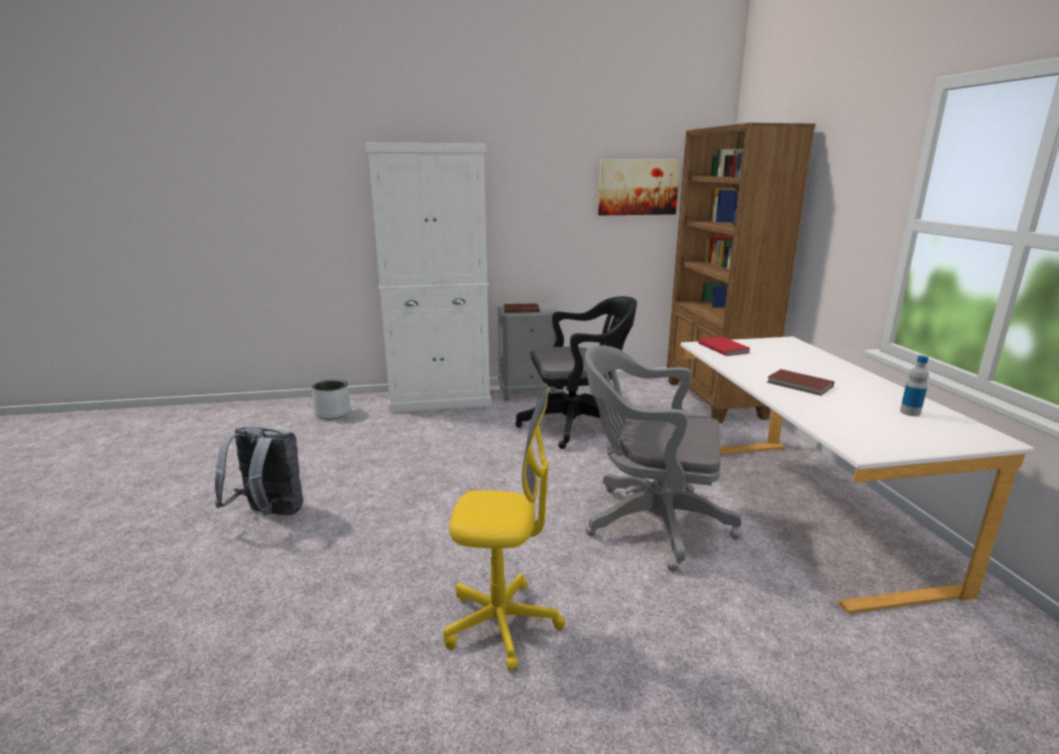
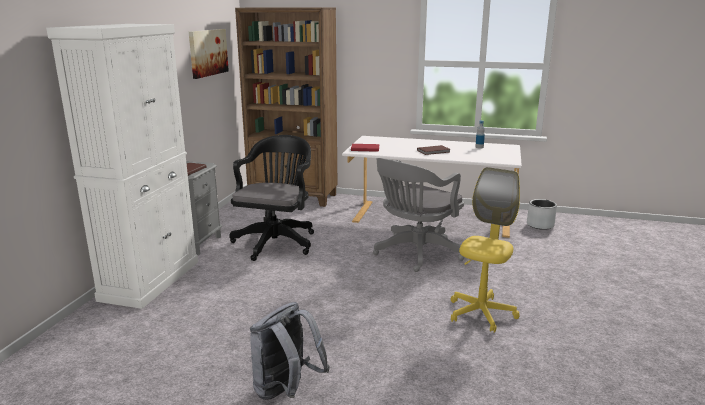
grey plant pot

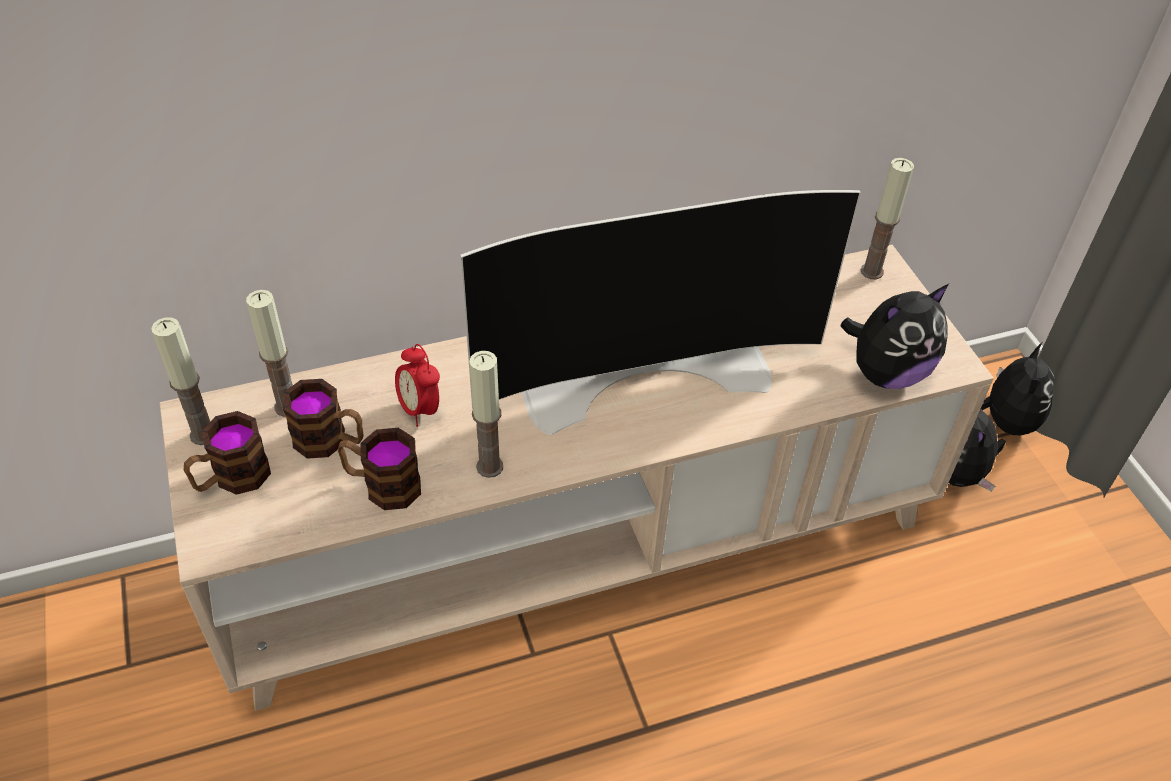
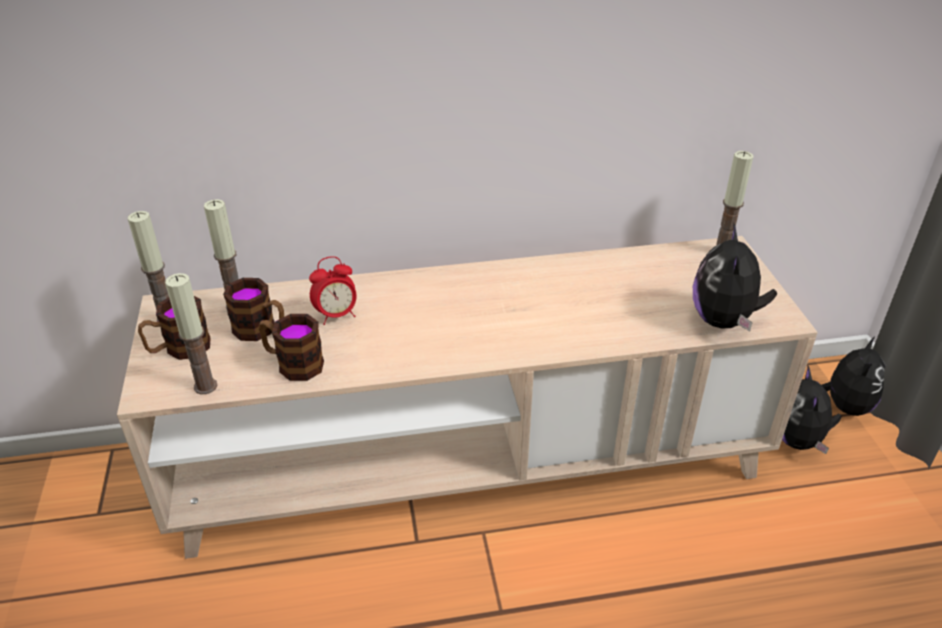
TV; soft toy (1st from left); table clock; wax candle (2nd from left)

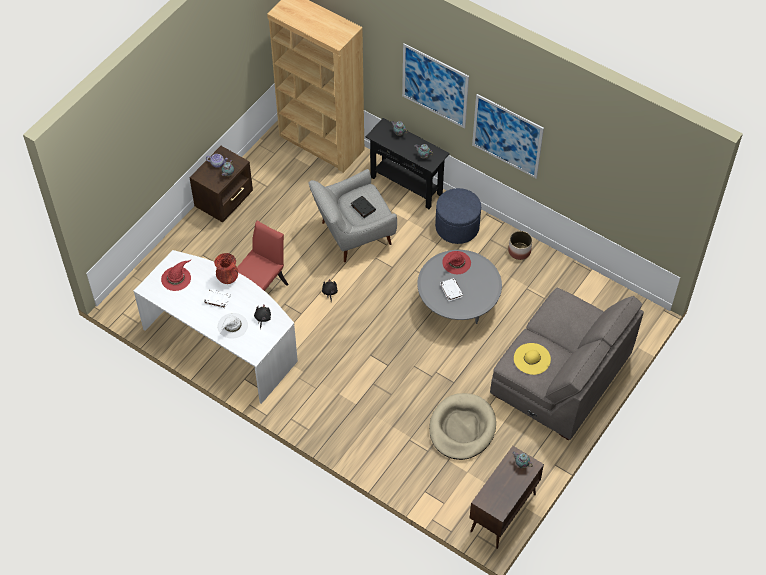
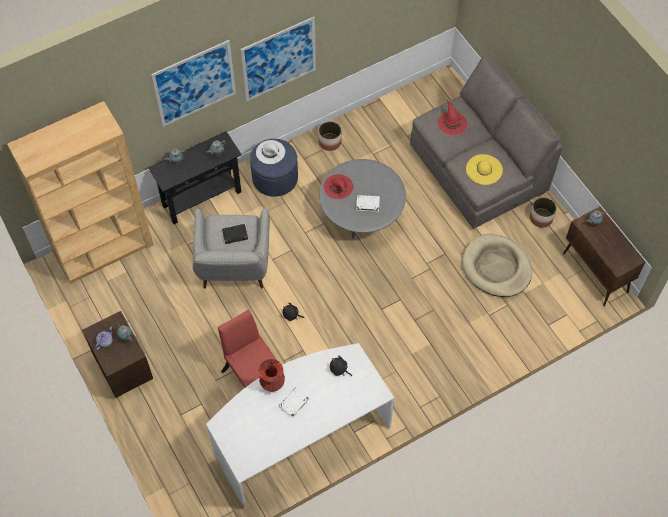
red wearable hat (2nd from left); whitish wearable hat; plant pot (2nd from left)

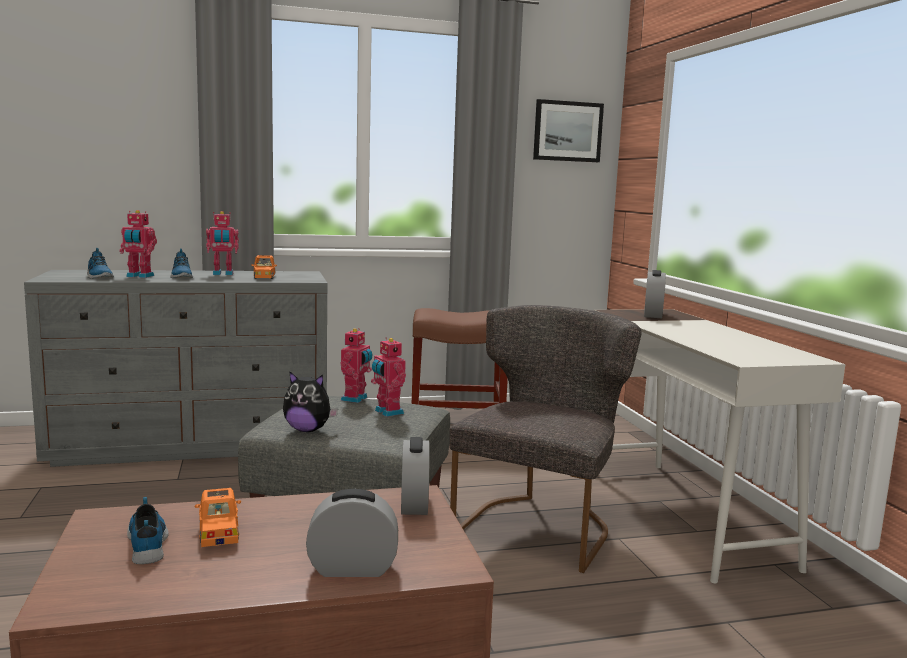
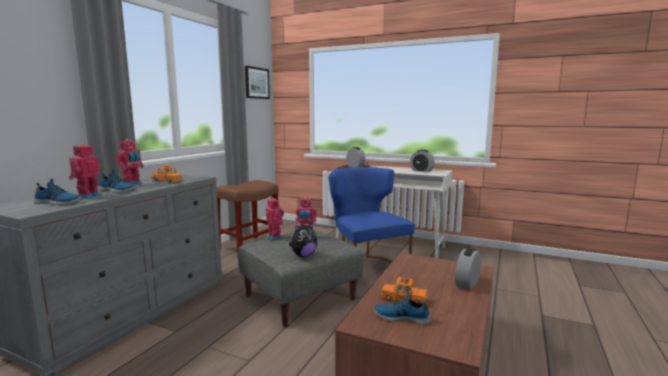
robot figure (1st from left); bluish chair; table clock (2nd from left)

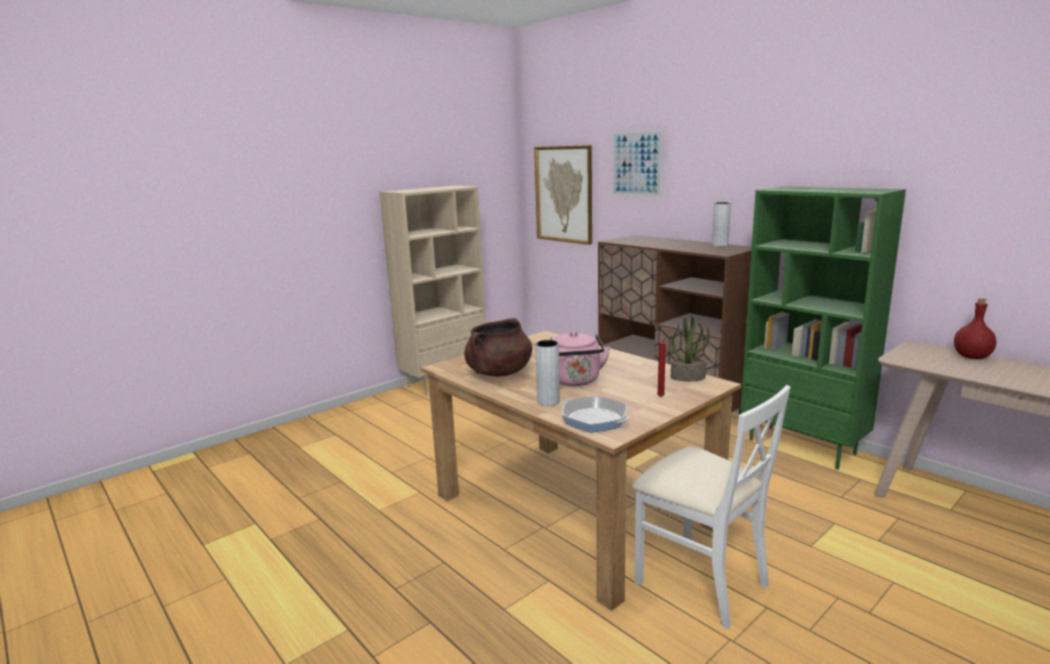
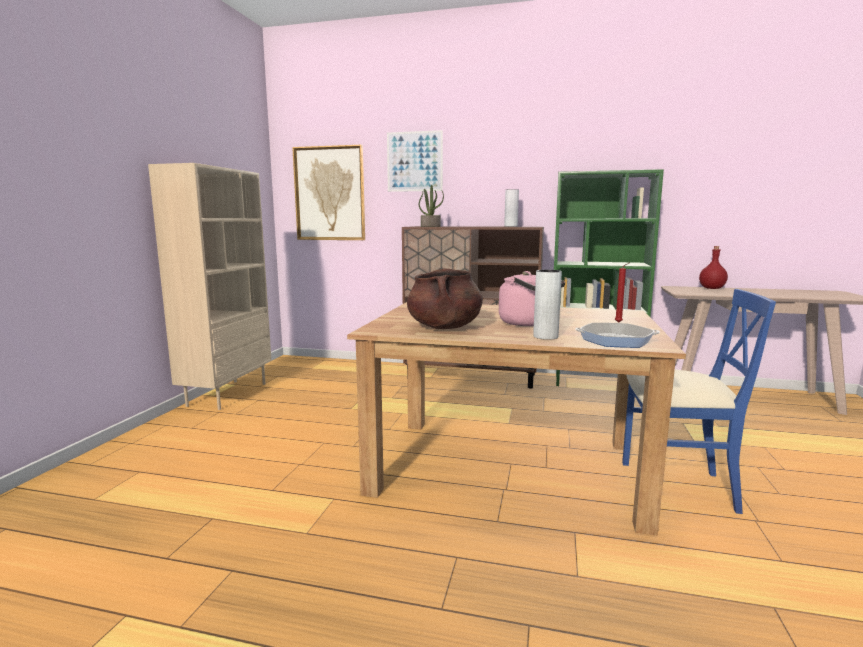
houseplant; bluish chair

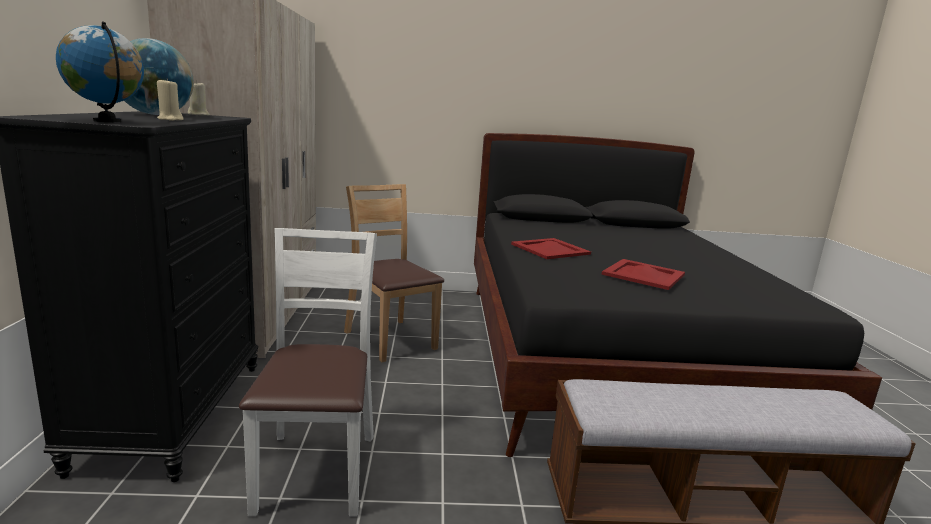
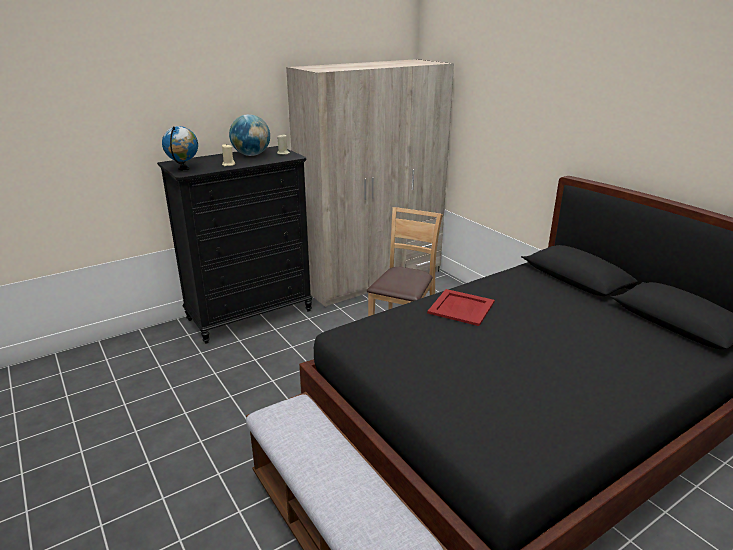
whitish chair; red carrying tray (2nd from left in the first image)

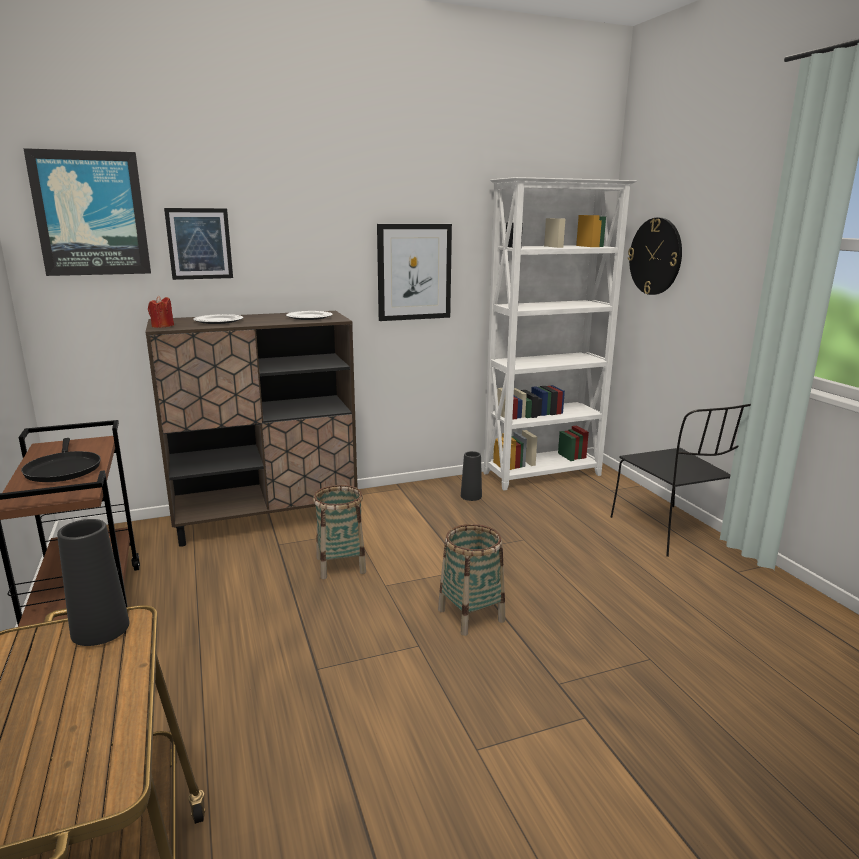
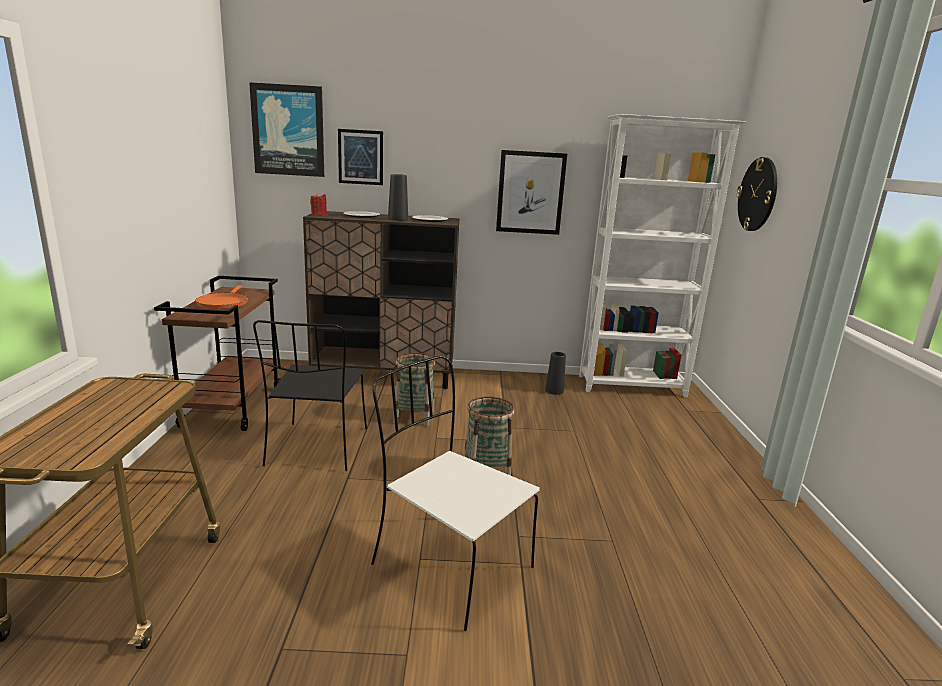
black-coloured chair; orangey skillet; black-coloured vase (1st from left); whitish chair

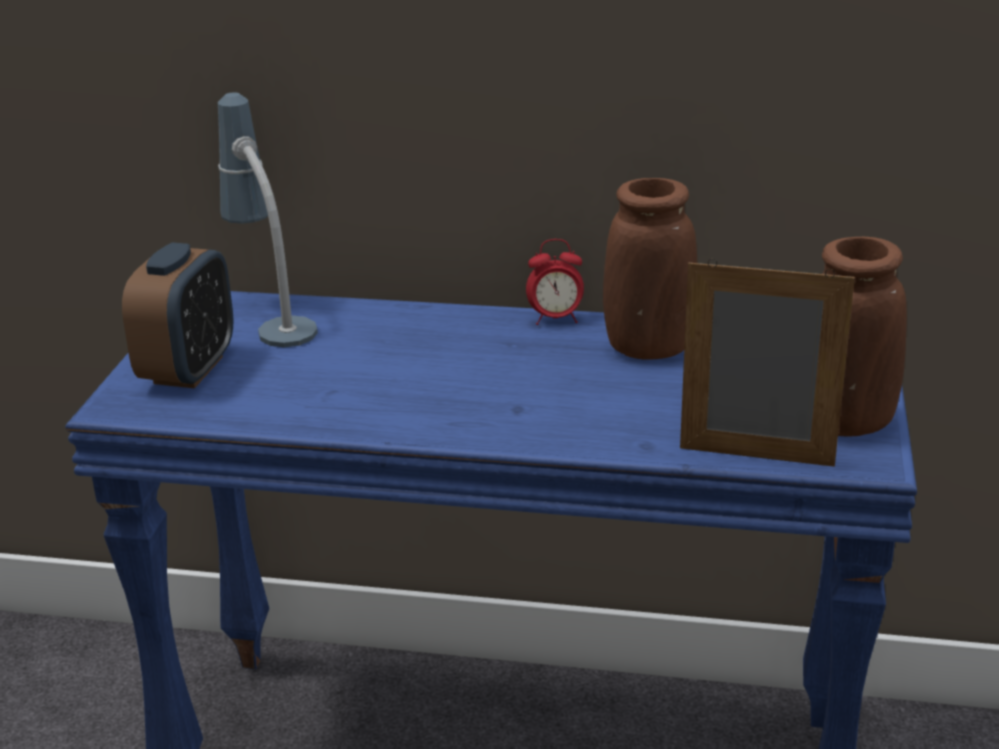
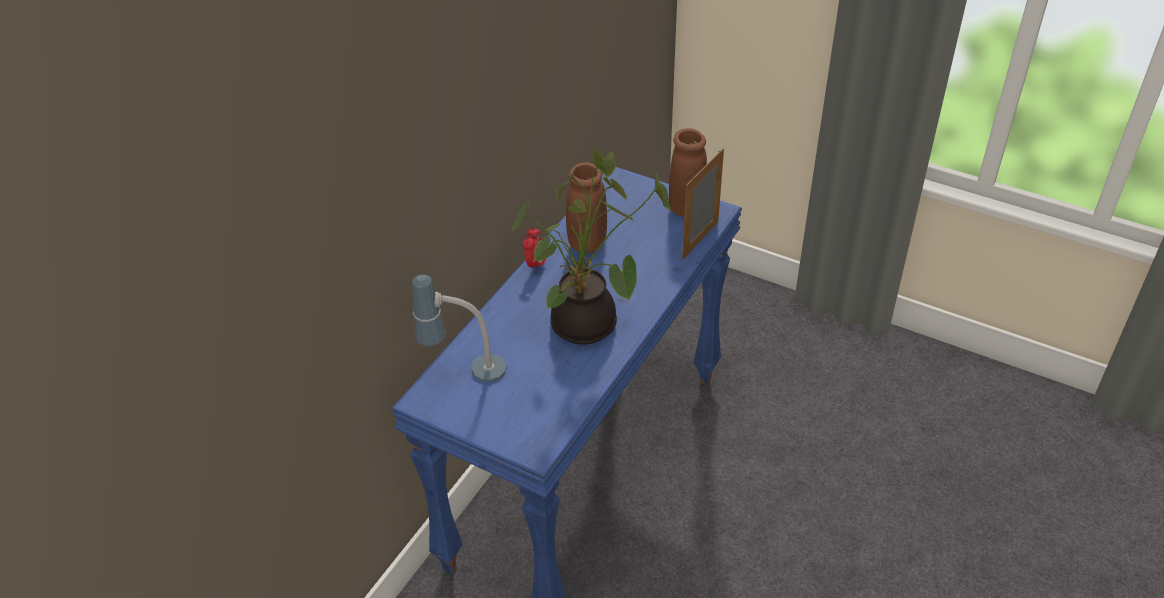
table clock (1st from left in the first image); houseplant

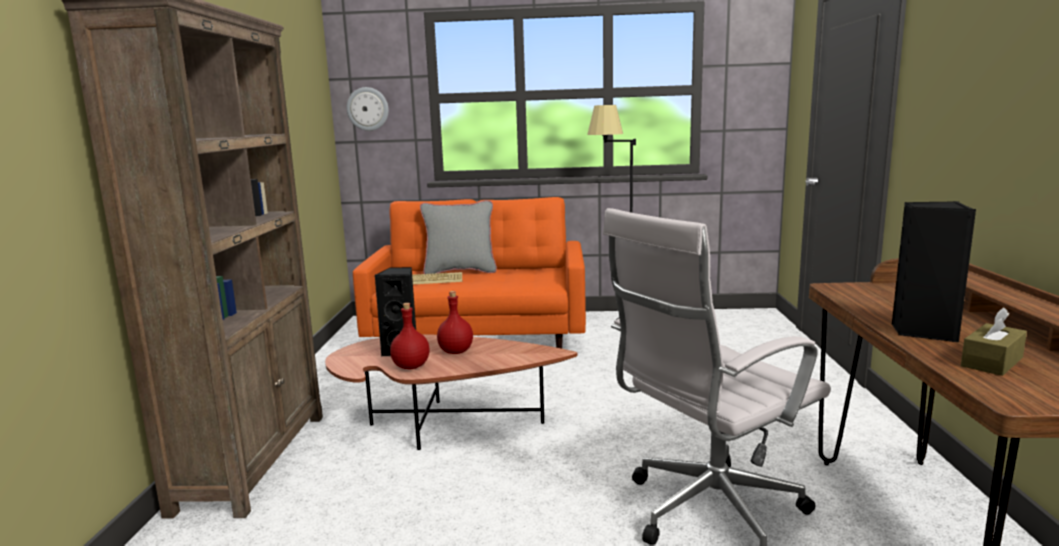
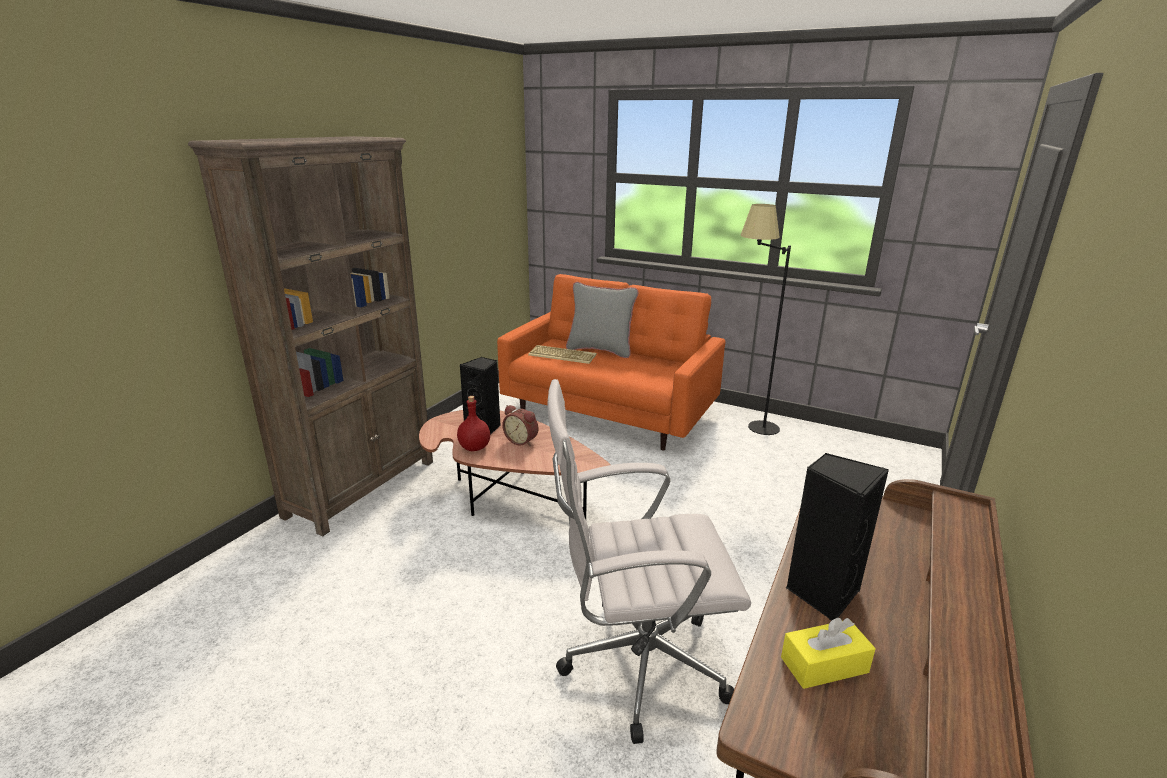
wall clock; table clock; yellow-coloured box of tissues

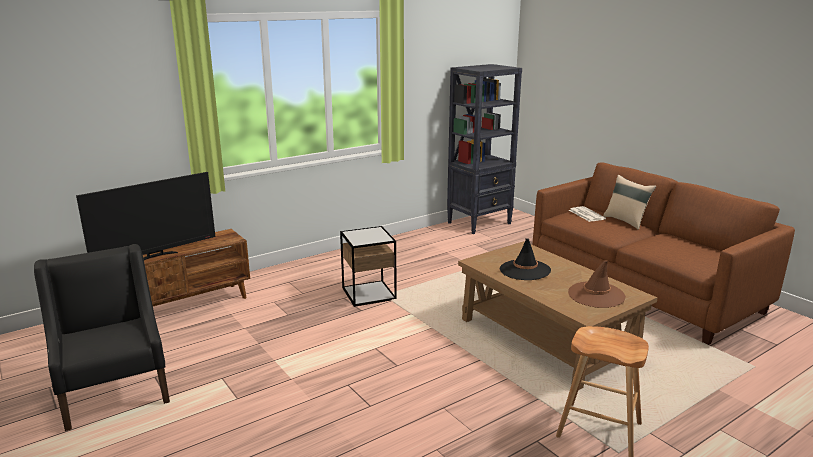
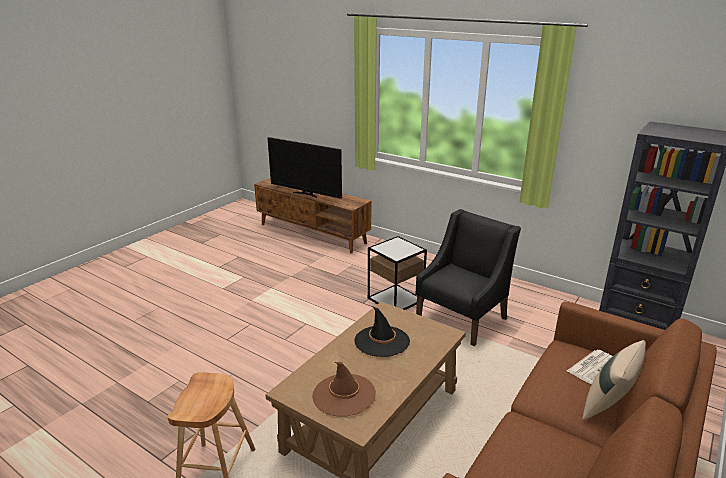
black-coloured easy chair

